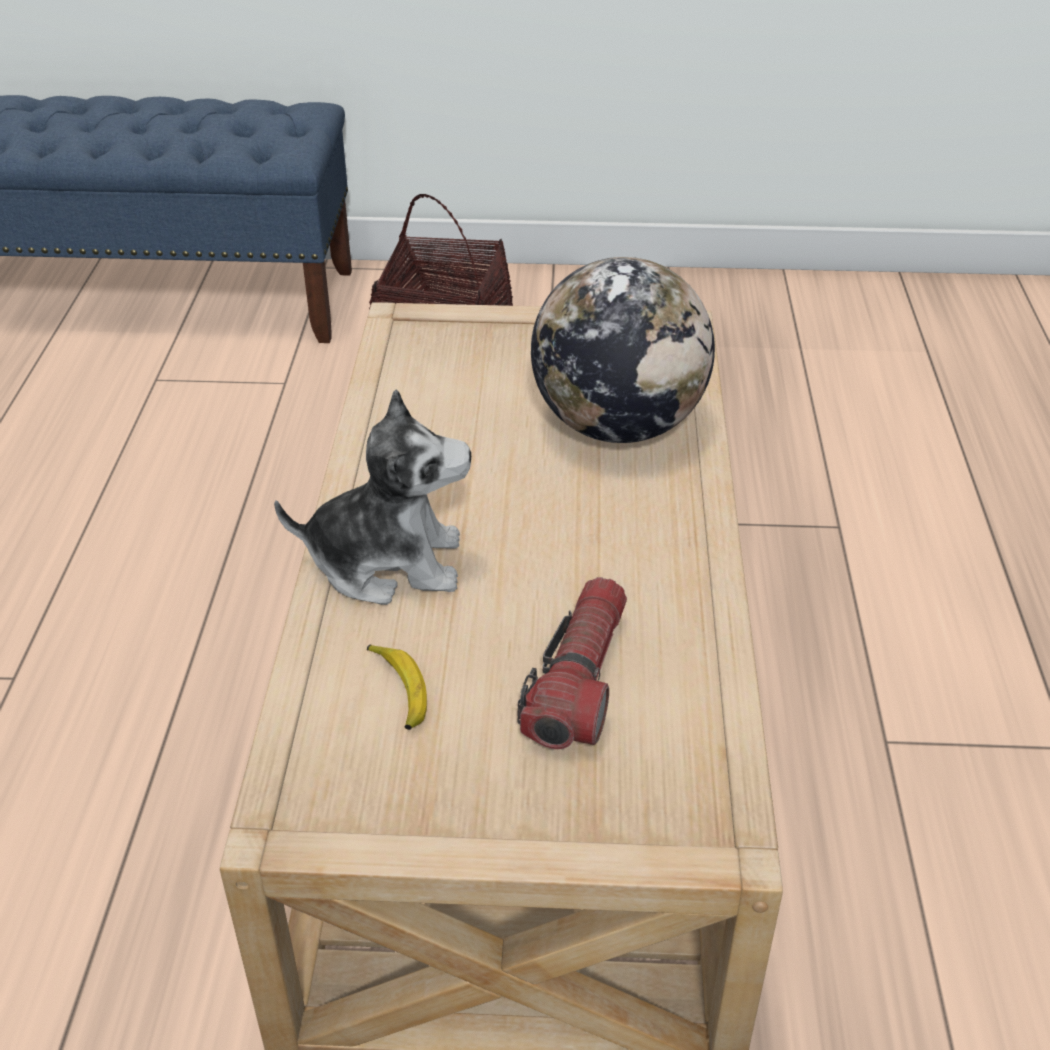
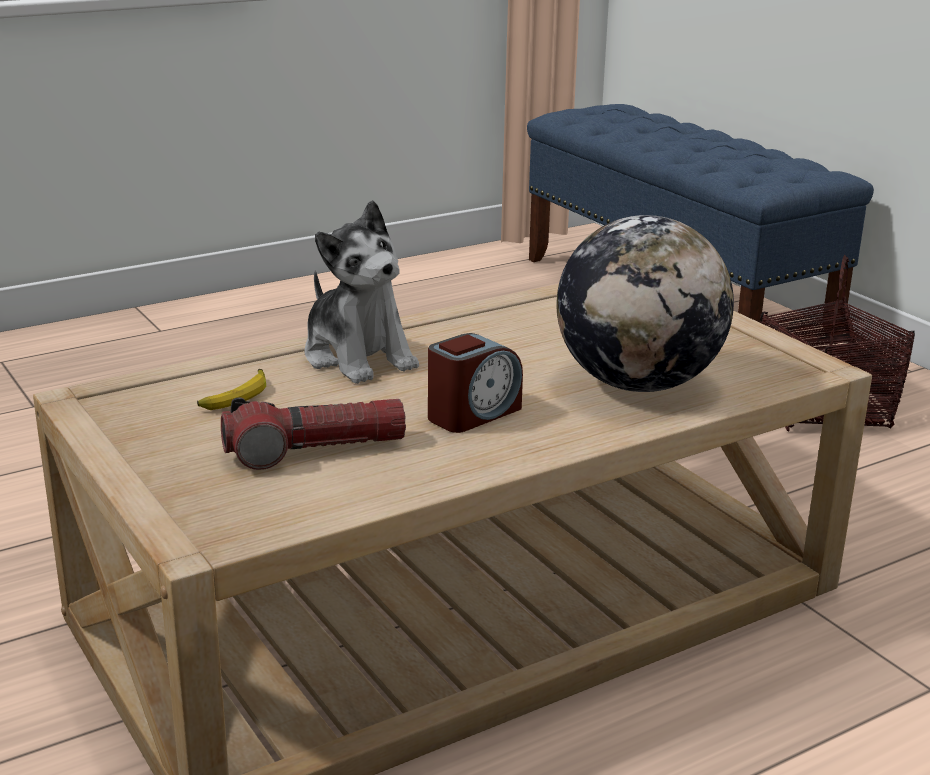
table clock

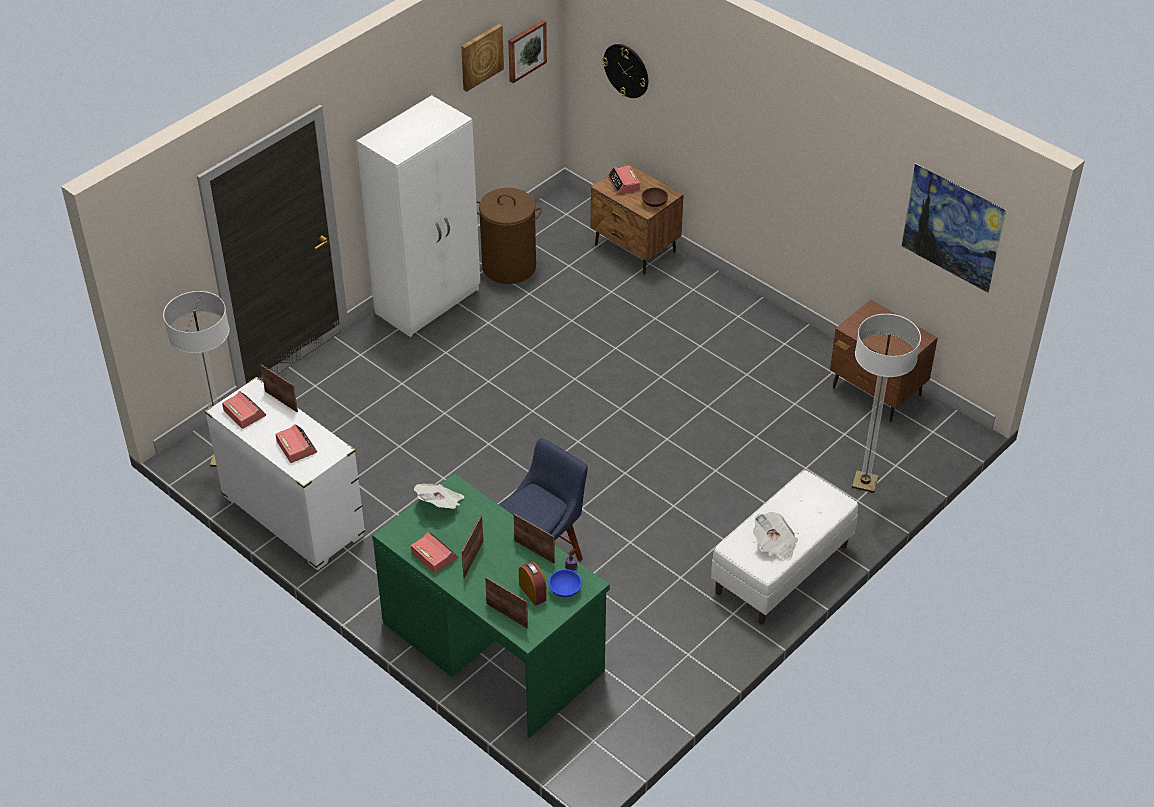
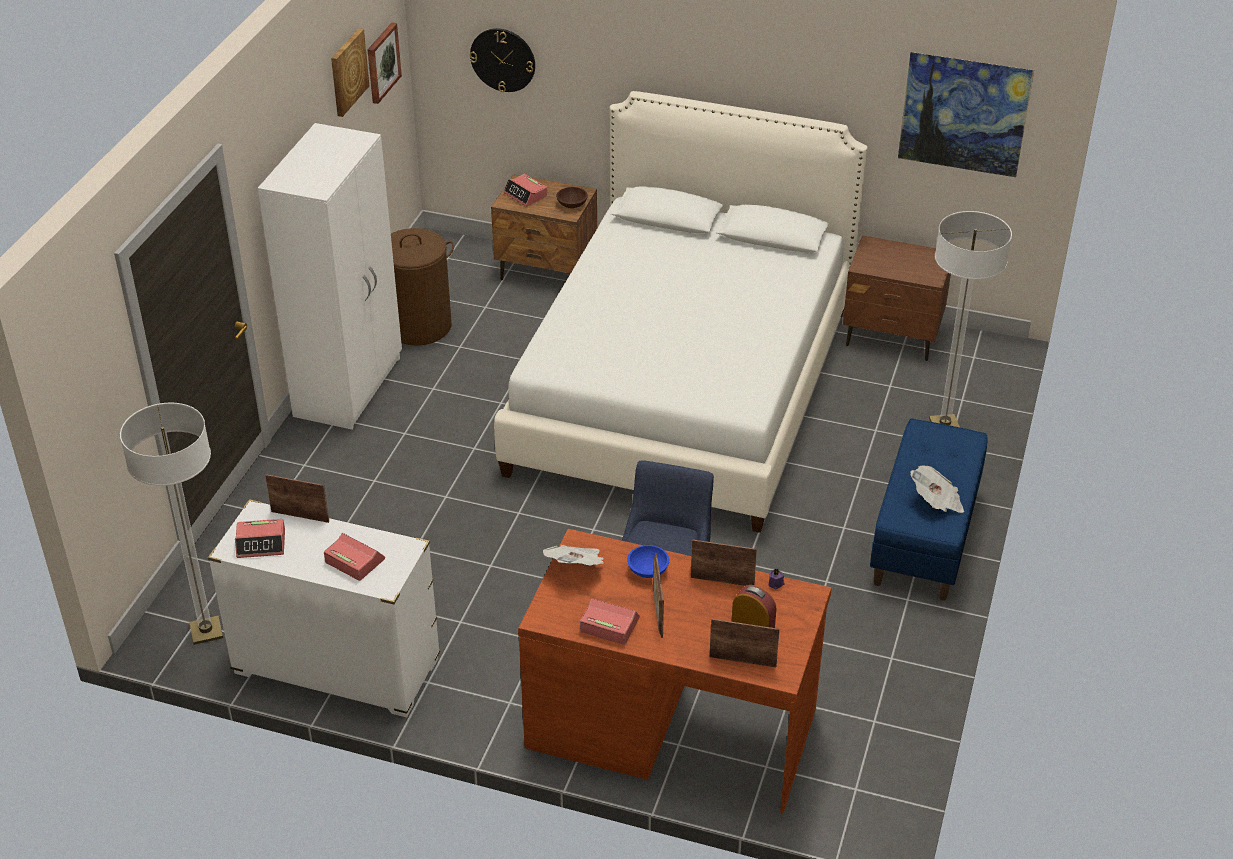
table clock (1st from left); bluish long seat; brown desk table; bluish deep dish; whitish sleeping bed

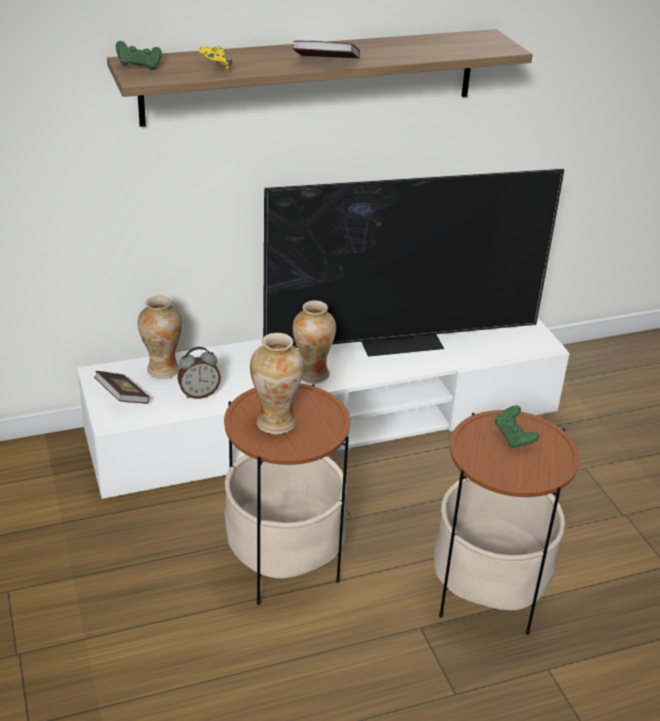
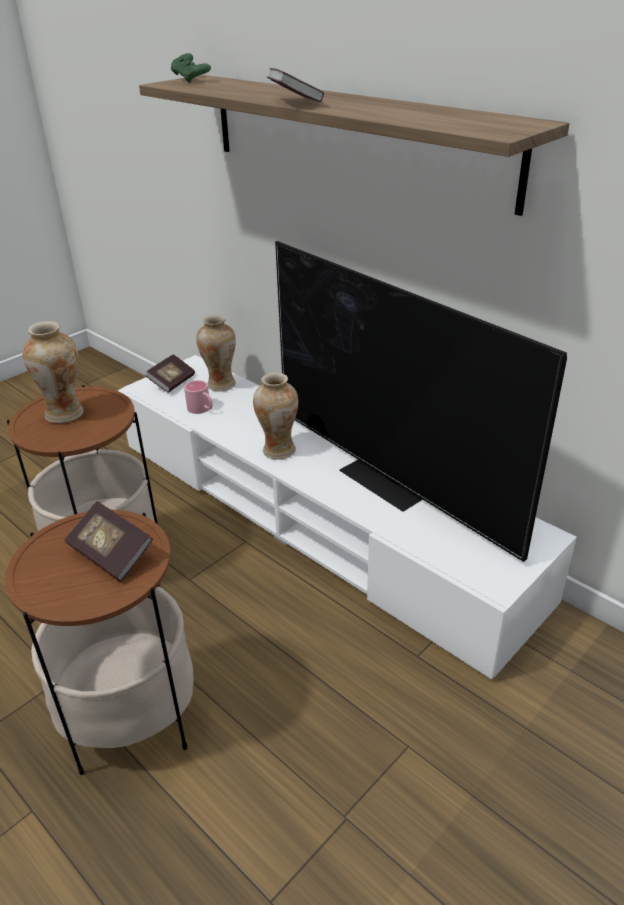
yellow-coloured gamepad; pink coffee mug; volume (1st from left)

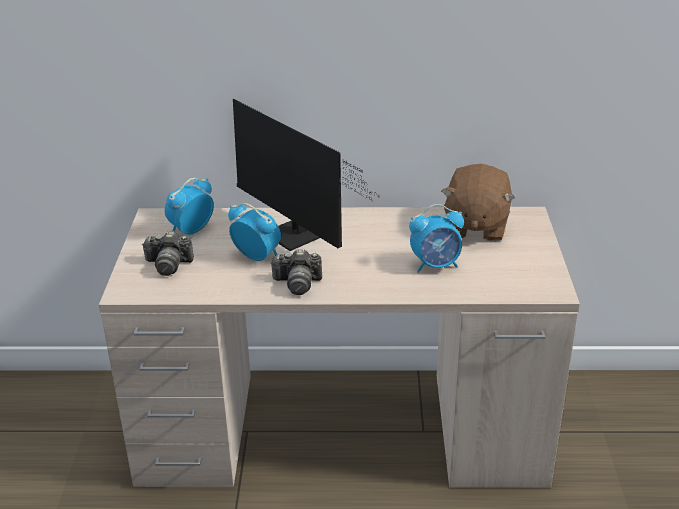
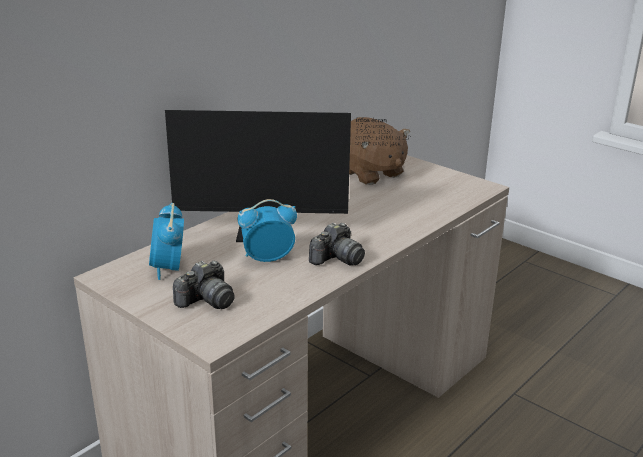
table clock (3rd from left in the first image)

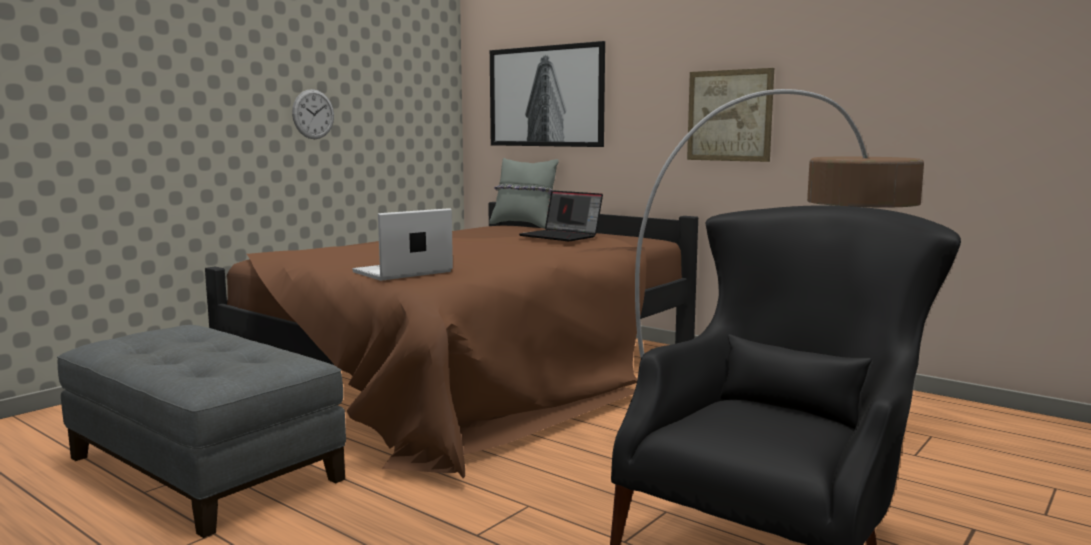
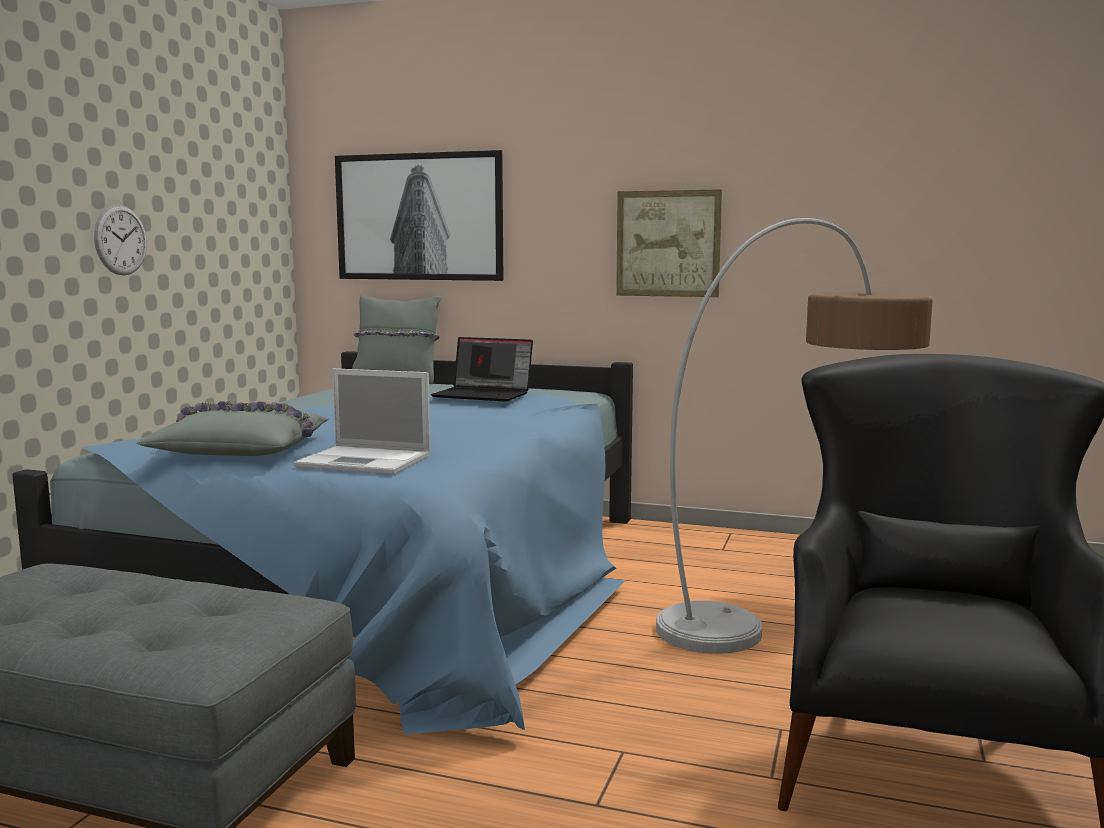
bluish sleeping bed; portable computer (1st from left); grey throw pillow (1st from left)

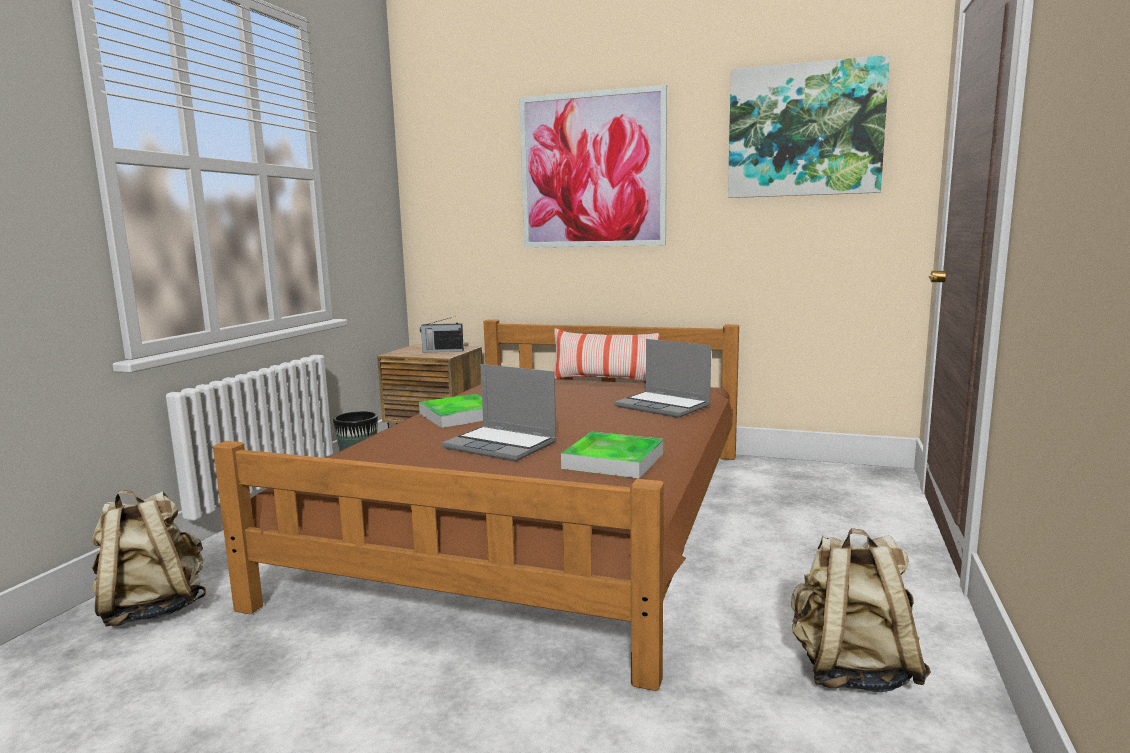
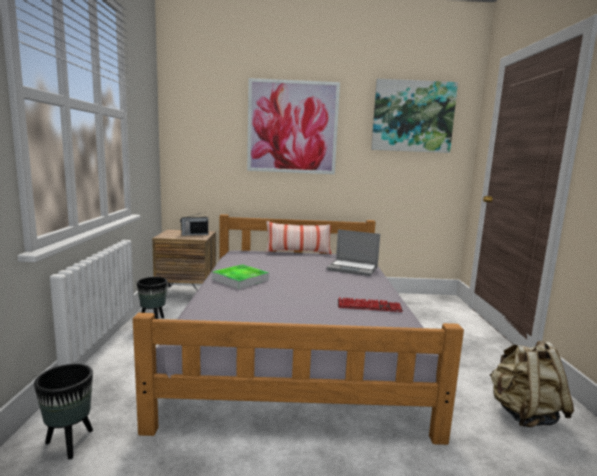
grey sleeping bed; portable computer (1st from left in the first image); PC keyboard; black-coloured plant pot (1st from left)

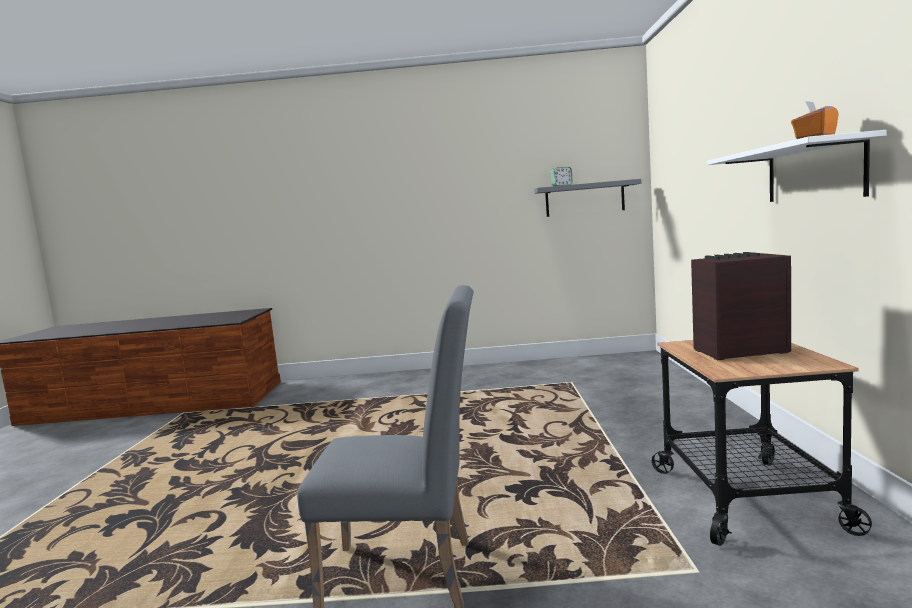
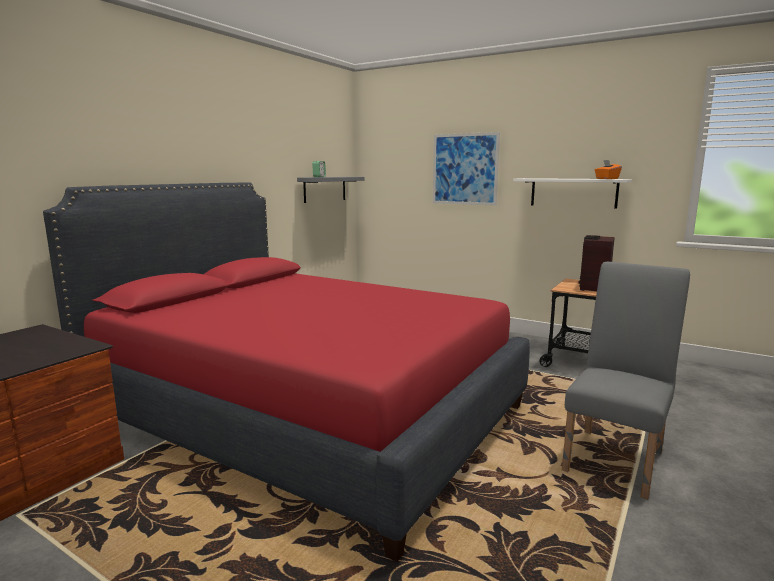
wall art; red sleeping bed

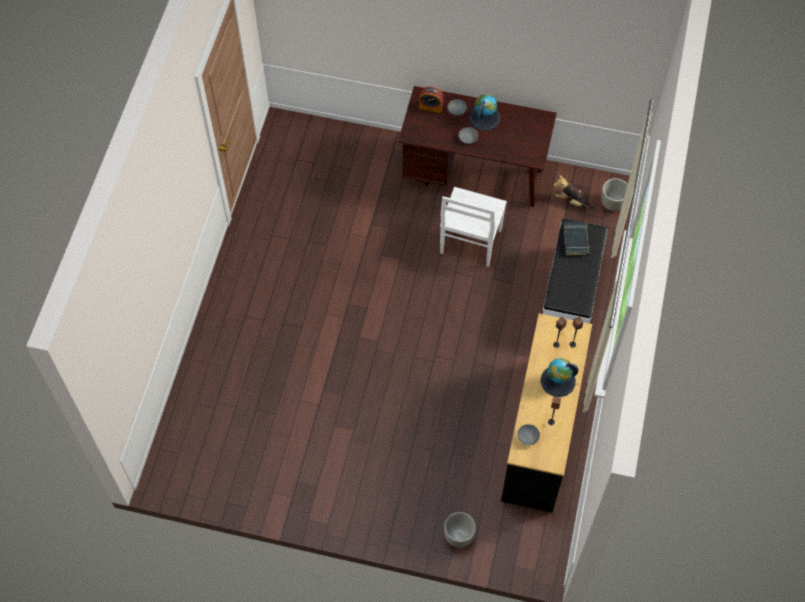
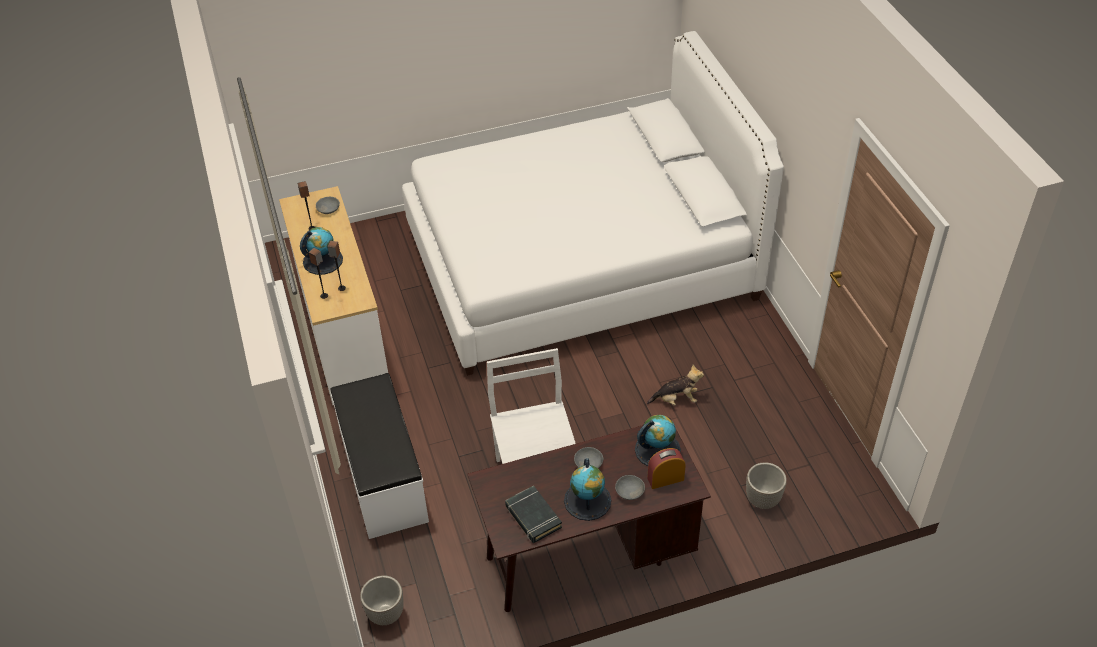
soft toy; black-coloured volume; whitish dresser; plant pot (2nd from left); whitish sleeping bed; world globe (3rd from left)

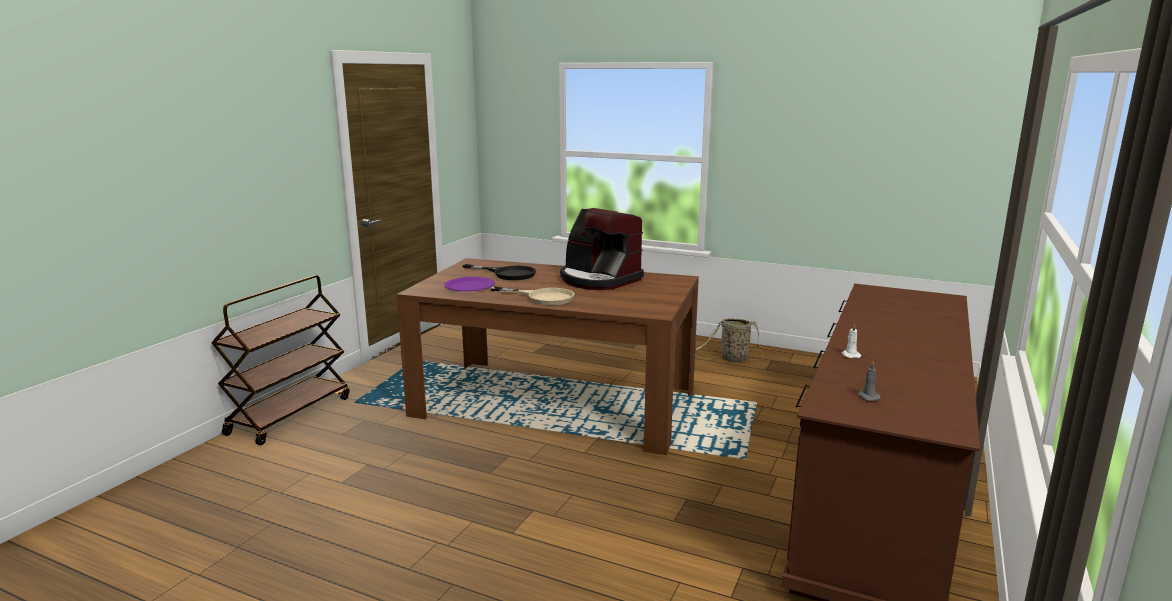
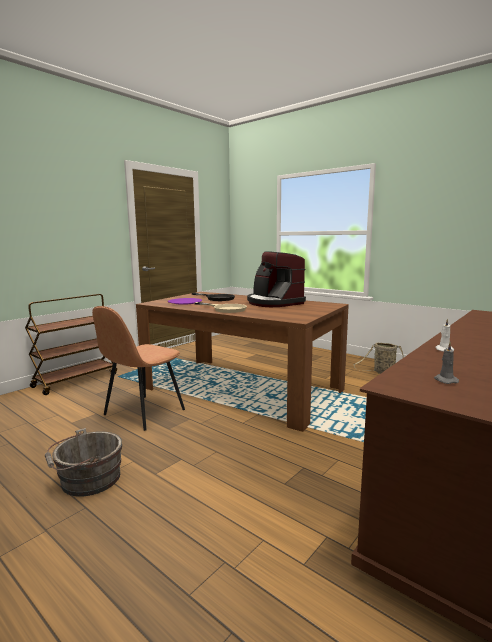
brown chair; grey water bucket

